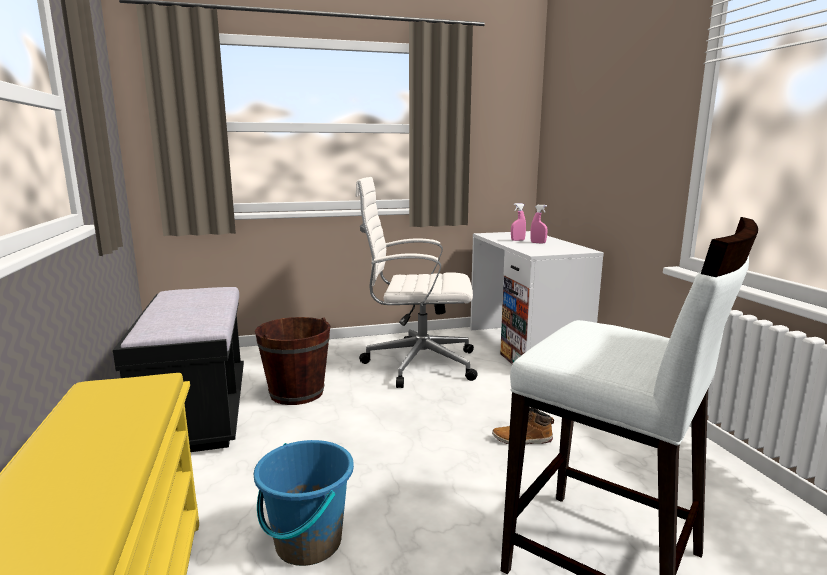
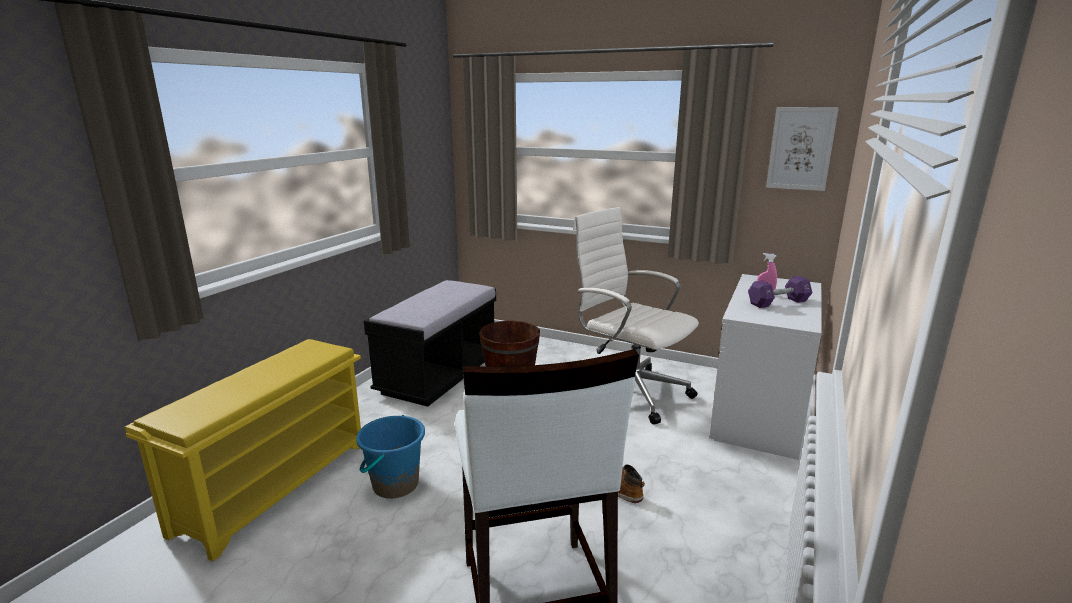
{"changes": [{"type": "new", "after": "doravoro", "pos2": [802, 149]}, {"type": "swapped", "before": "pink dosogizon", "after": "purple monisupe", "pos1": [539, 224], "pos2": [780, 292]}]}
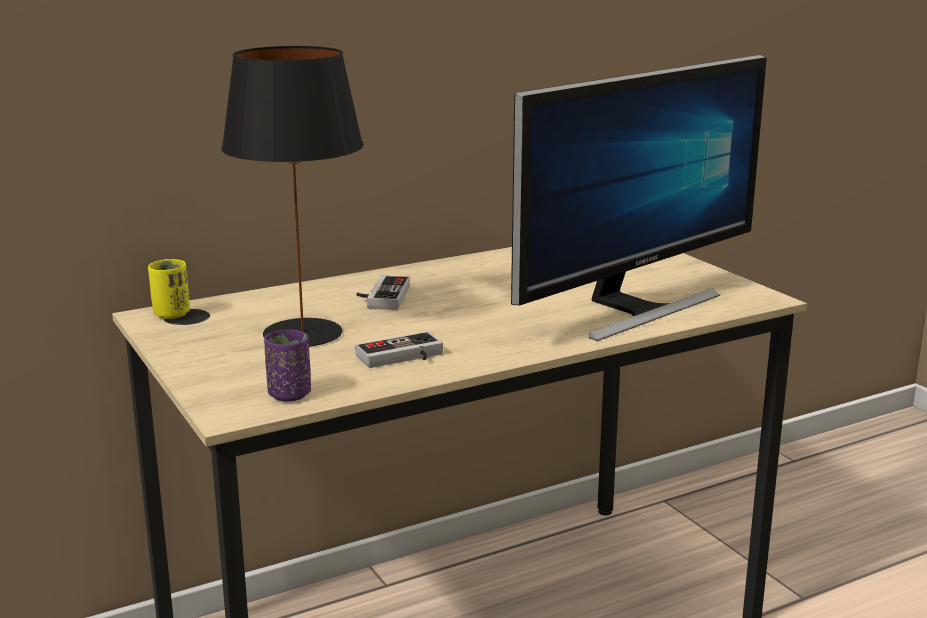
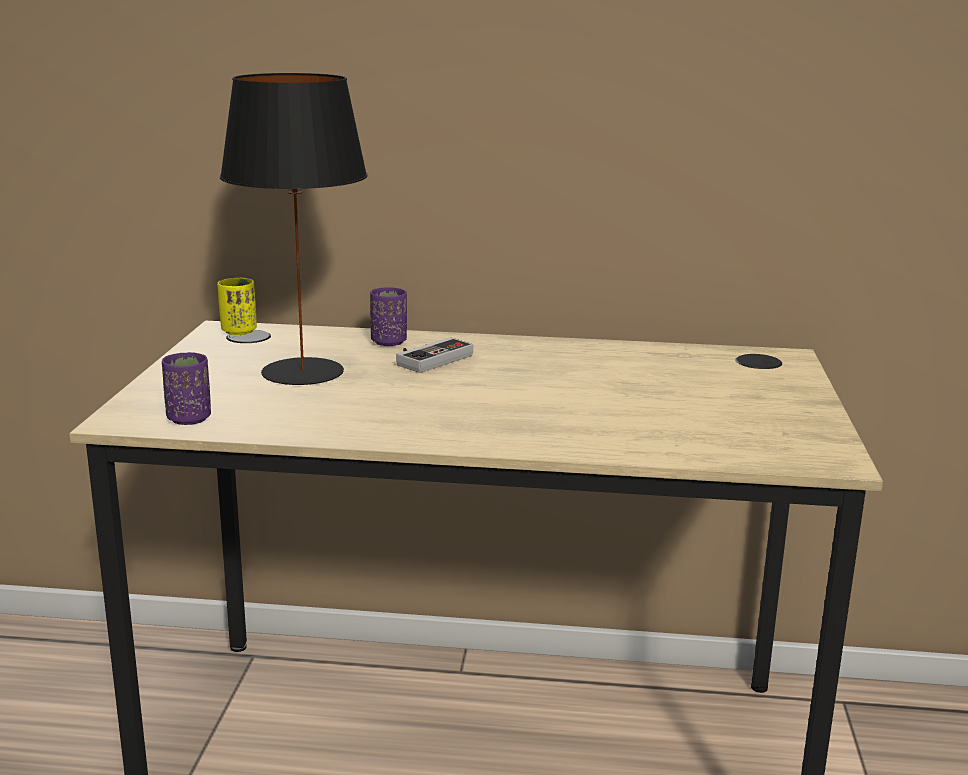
{"changes": [{"type": "gone", "before": "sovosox", "pos1": [399, 349]}, {"type": "gone", "before": "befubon", "pos1": [639, 198]}, {"type": "new", "after": "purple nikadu", "pos2": [388, 316]}]}
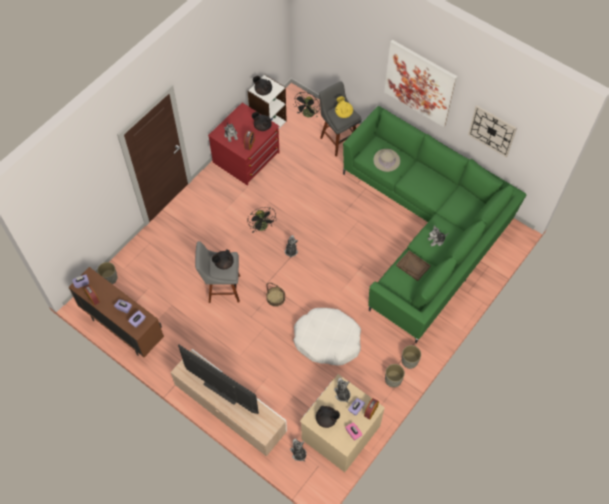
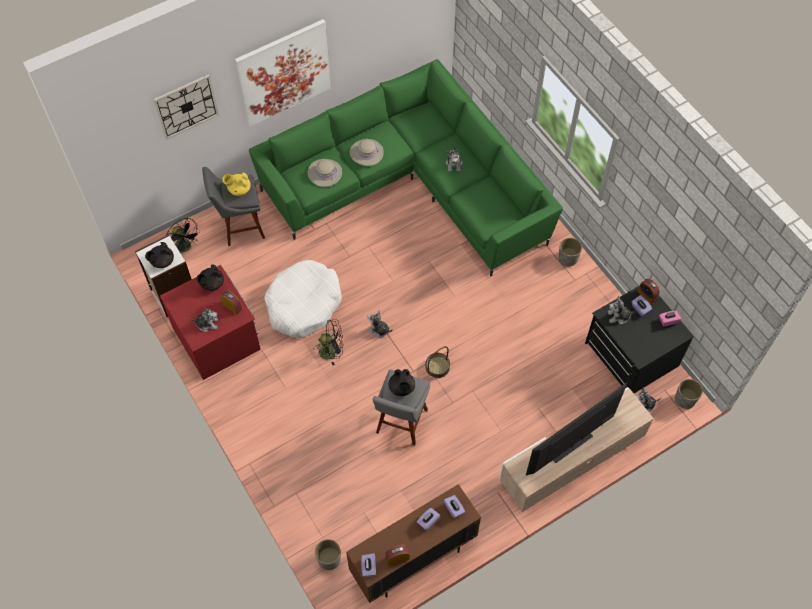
{"changes": [{"type": "gone", "before": "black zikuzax", "pos1": [328, 417]}, {"type": "gone", "before": "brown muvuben", "pos1": [413, 266]}, {"type": "new", "after": "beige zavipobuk", "pos2": [367, 152]}, {"type": "shifted", "before": "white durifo", "pos1": [327, 337], "pos2": [303, 299]}, {"type": "shifted", "before": "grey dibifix", "pos1": [395, 375], "pos2": [689, 394]}, {"type": "shifted", "before": "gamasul", "pos1": [492, 131], "pos2": [186, 107]}, {"type": "repainted", "before": "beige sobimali", "after": "black sobimali", "pos1": [342, 423], "pos2": [639, 339]}]}
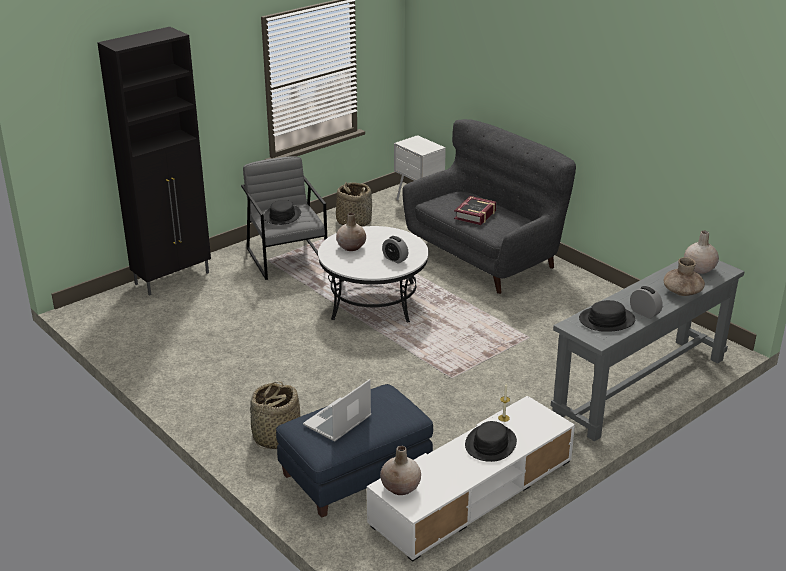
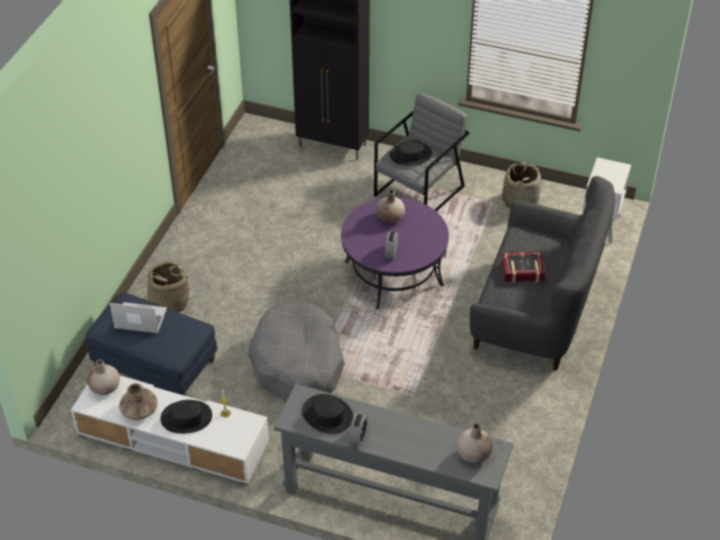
{"changes": [{"type": "new", "after": "grey durifo", "pos2": [297, 351]}, {"type": "shifted", "before": "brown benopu", "pos1": [684, 276], "pos2": [138, 401]}, {"type": "repainted", "before": "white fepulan", "after": "purple fepulan", "pos1": [373, 274], "pos2": [395, 253]}]}
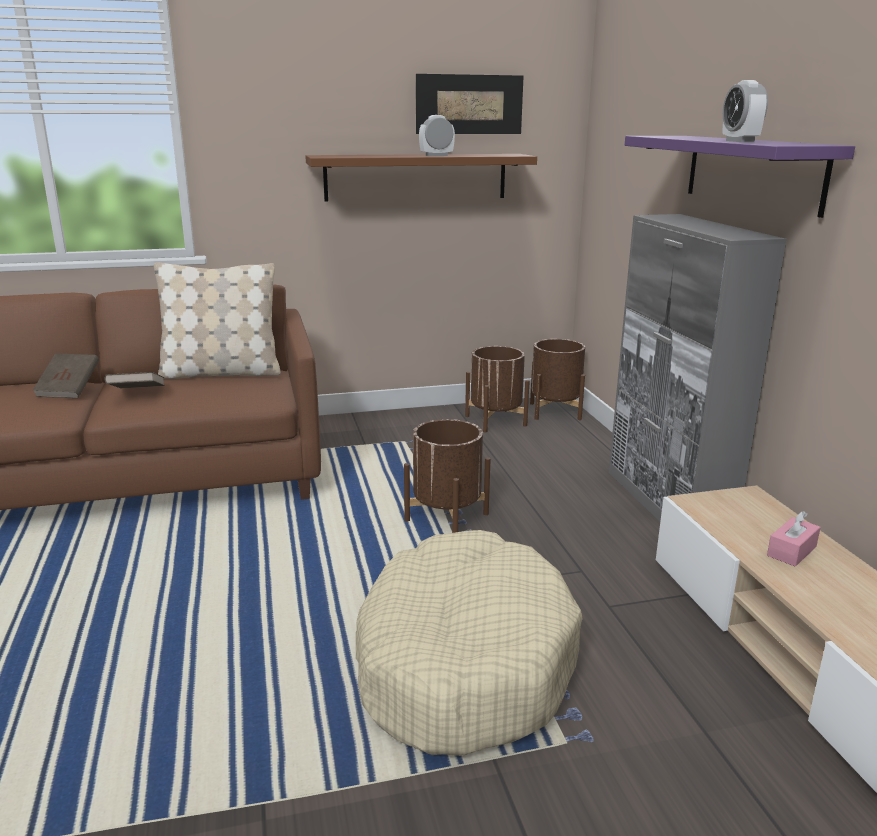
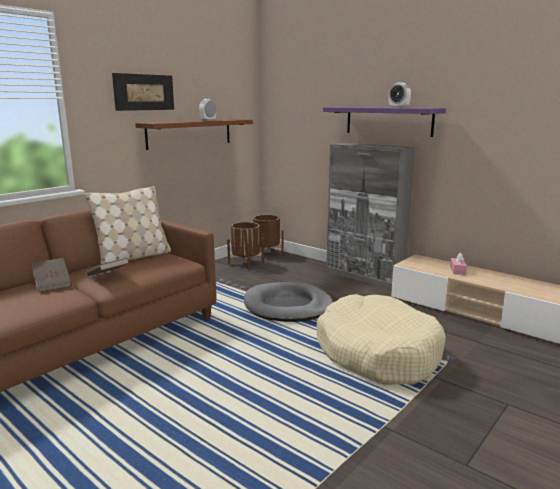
{"changes": [{"type": "shifted", "before": "doravoro", "pos1": [470, 104], "pos2": [143, 92]}, {"type": "swapped", "before": "brown dibifix", "after": "grey durifo", "pos1": [447, 476], "pos2": [288, 302]}]}
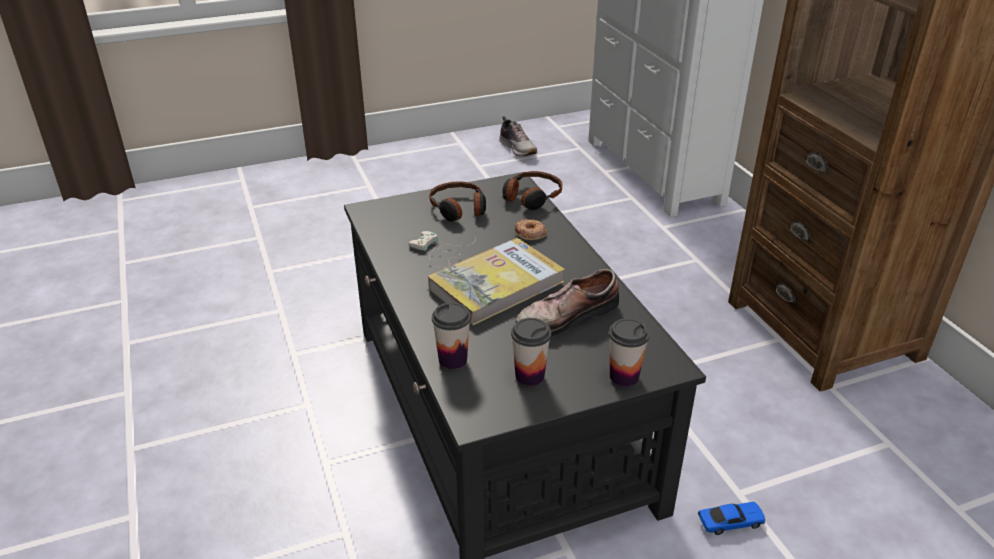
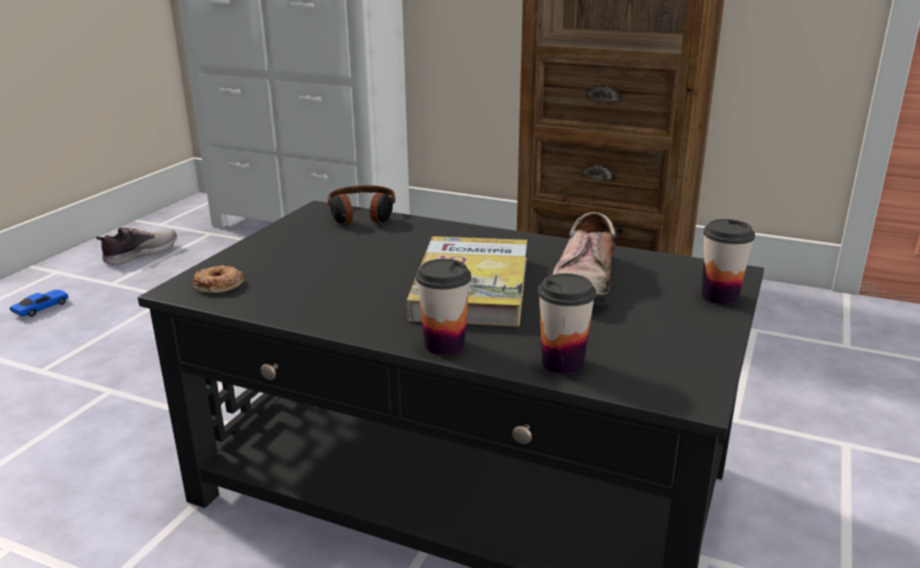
{"changes": [{"type": "gone", "before": "white sovosox", "pos1": [442, 249]}, {"type": "gone", "before": "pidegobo", "pos1": [457, 201]}, {"type": "shifted", "before": "nikadu", "pos1": [531, 352], "pos2": [443, 307]}, {"type": "shifted", "before": "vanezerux", "pos1": [531, 229], "pos2": [218, 279]}, {"type": "shifted", "before": "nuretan", "pos1": [732, 518], "pos2": [39, 303]}, {"type": "rotated", "before": "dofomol", "pos1": [518, 136], "pos2": [136, 246], "turn": -60}]}
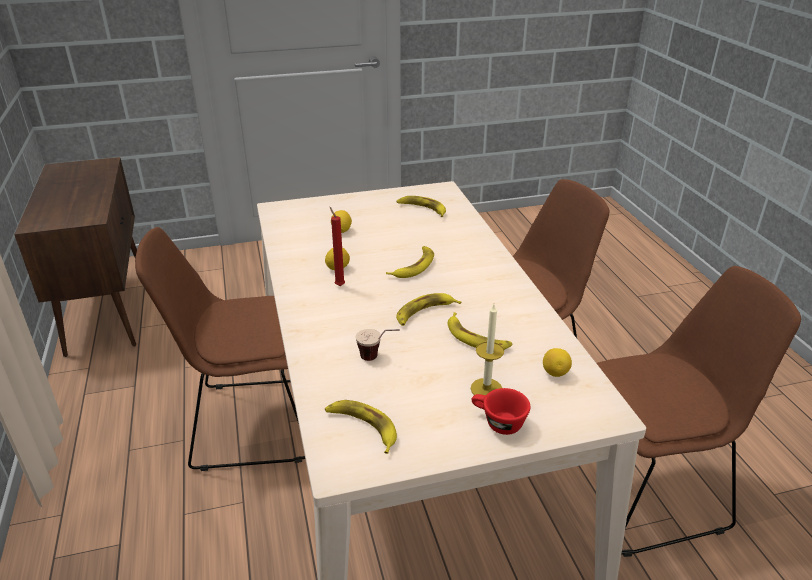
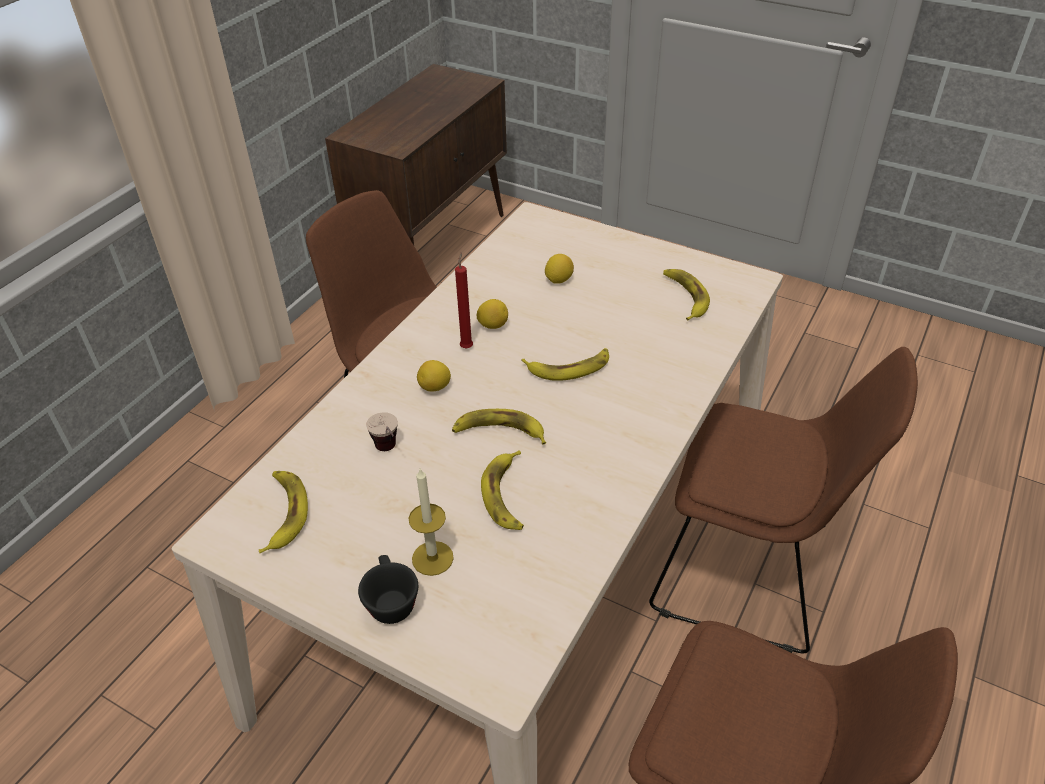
{"changes": [{"type": "shifted", "before": "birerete", "pos1": [557, 362], "pos2": [434, 376]}, {"type": "repainted", "before": "red nikadu", "after": "black nikadu", "pos1": [500, 411], "pos2": [388, 589]}]}
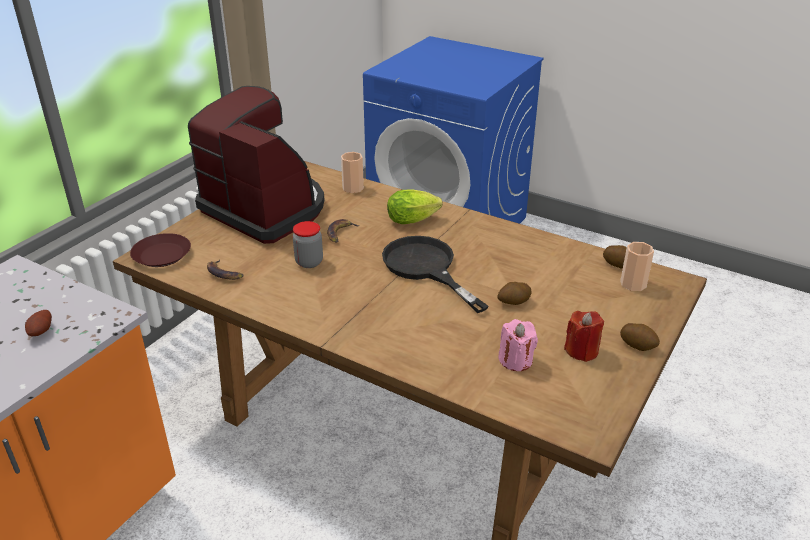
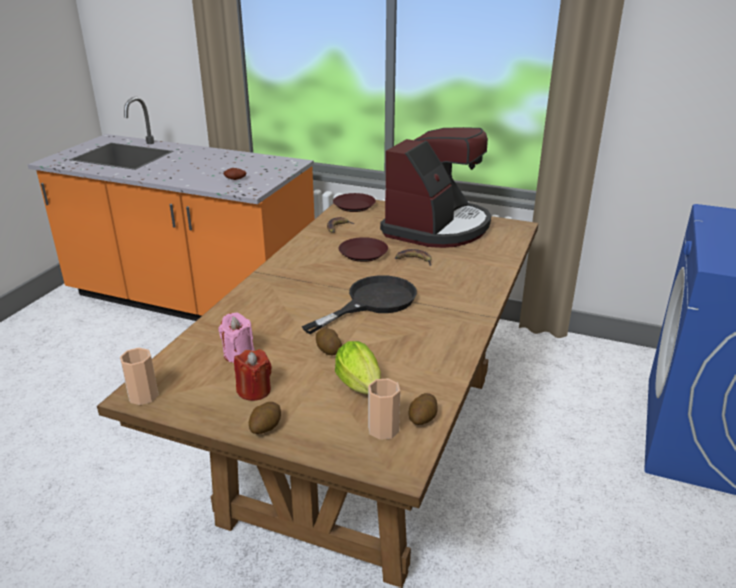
{"changes": [{"type": "shifted", "before": "nikadu", "pos1": [352, 172], "pos2": [139, 376]}, {"type": "shifted", "before": "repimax", "pos1": [414, 206], "pos2": [358, 368]}, {"type": "swapped", "before": "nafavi", "after": "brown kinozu", "pos1": [308, 244], "pos2": [363, 249]}]}
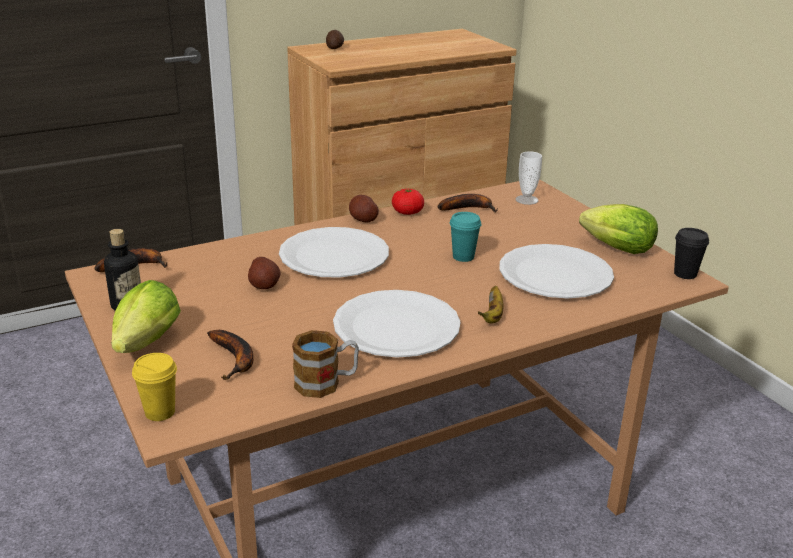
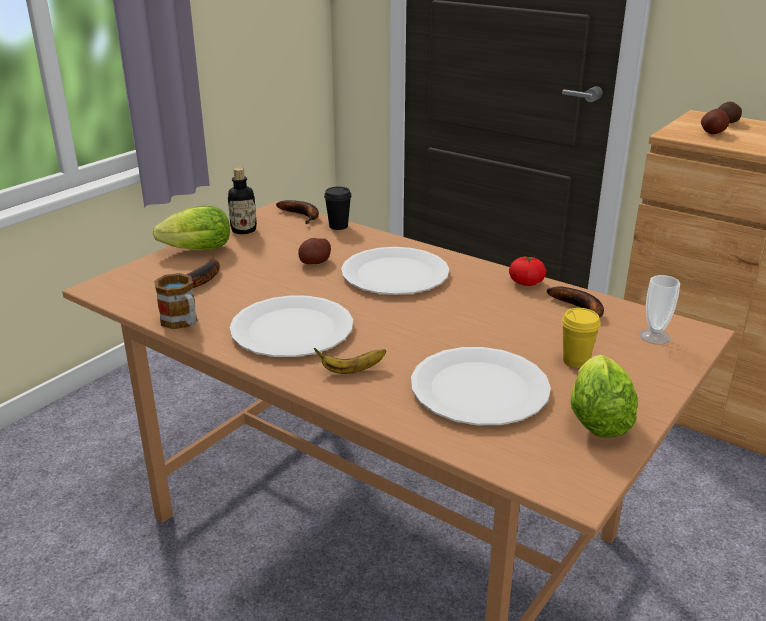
{"changes": [{"type": "gone", "before": "turquoise nikadu", "pos1": [465, 237]}, {"type": "shifted", "before": "yellow nikadu", "pos1": [154, 387], "pos2": [581, 338]}, {"type": "shifted", "before": "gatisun", "pos1": [364, 208], "pos2": [715, 121]}, {"type": "shifted", "before": "black nikadu", "pos1": [691, 253], "pos2": [338, 208]}]}
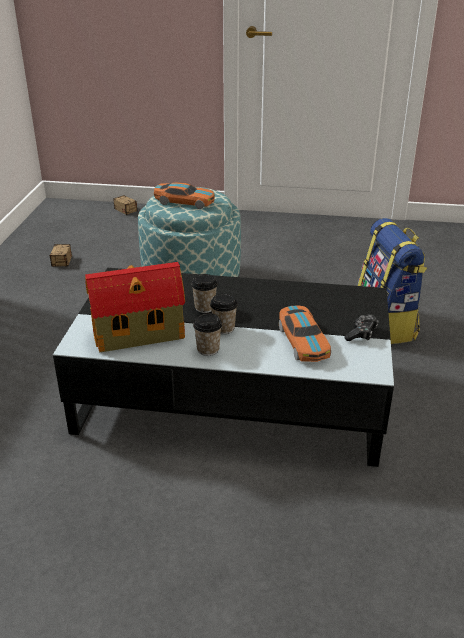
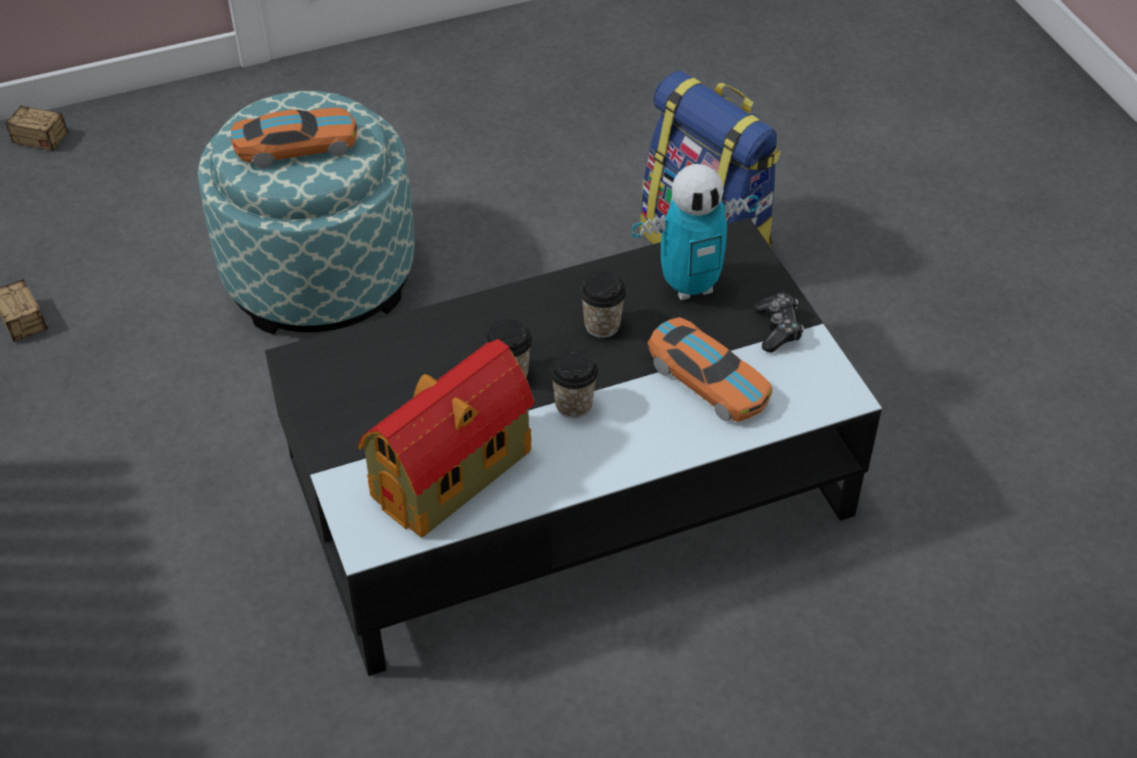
{"changes": [{"type": "new", "after": "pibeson", "pos2": [695, 232]}, {"type": "shifted", "before": "nikadu", "pos1": [207, 334], "pos2": [603, 304]}]}
